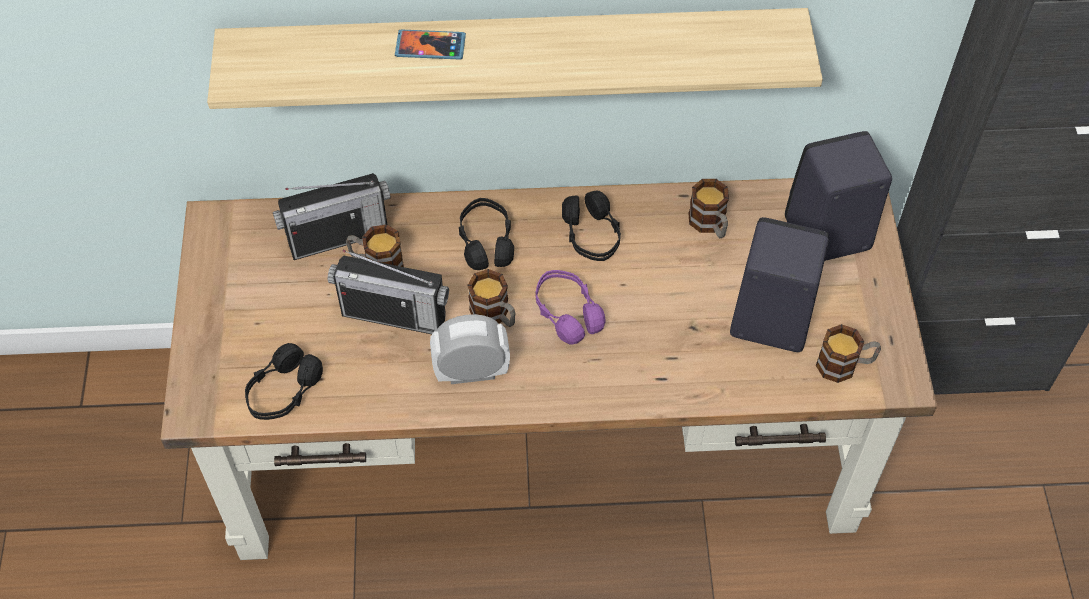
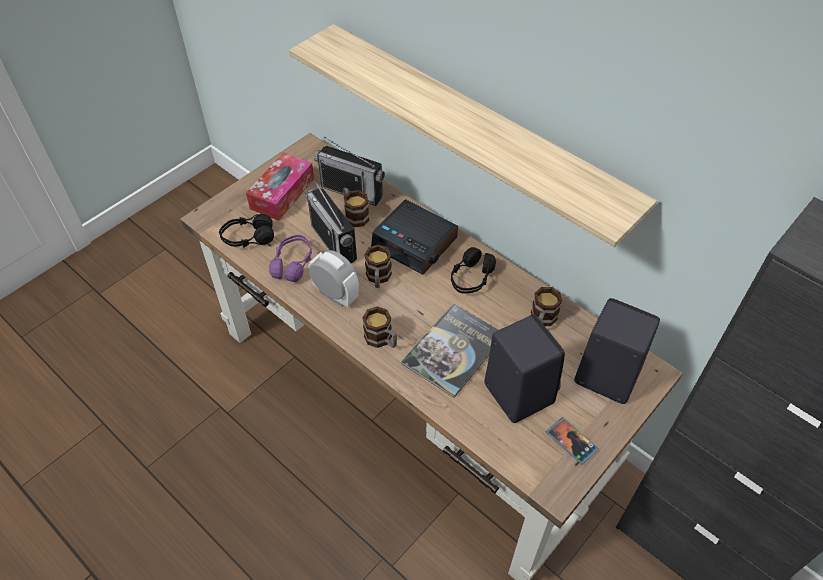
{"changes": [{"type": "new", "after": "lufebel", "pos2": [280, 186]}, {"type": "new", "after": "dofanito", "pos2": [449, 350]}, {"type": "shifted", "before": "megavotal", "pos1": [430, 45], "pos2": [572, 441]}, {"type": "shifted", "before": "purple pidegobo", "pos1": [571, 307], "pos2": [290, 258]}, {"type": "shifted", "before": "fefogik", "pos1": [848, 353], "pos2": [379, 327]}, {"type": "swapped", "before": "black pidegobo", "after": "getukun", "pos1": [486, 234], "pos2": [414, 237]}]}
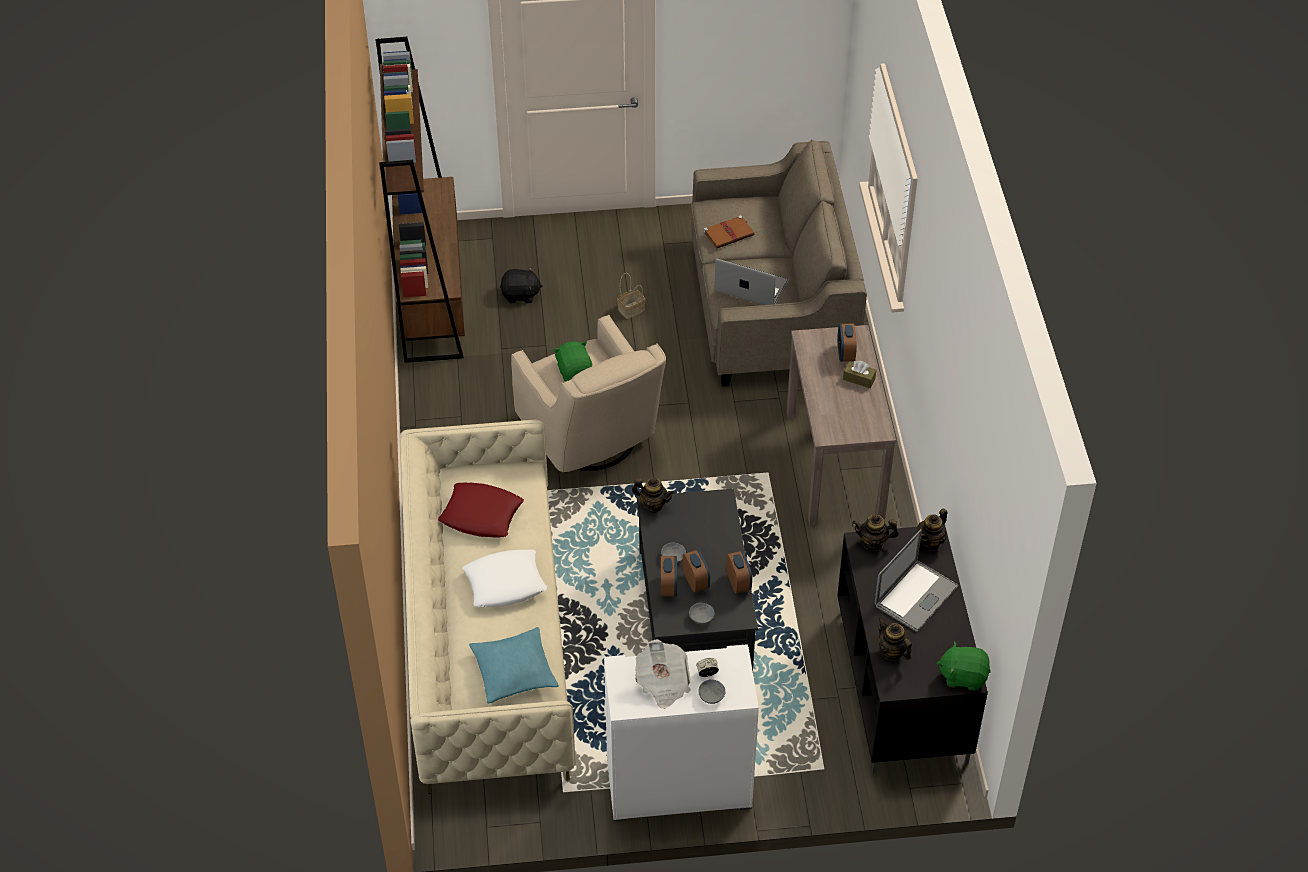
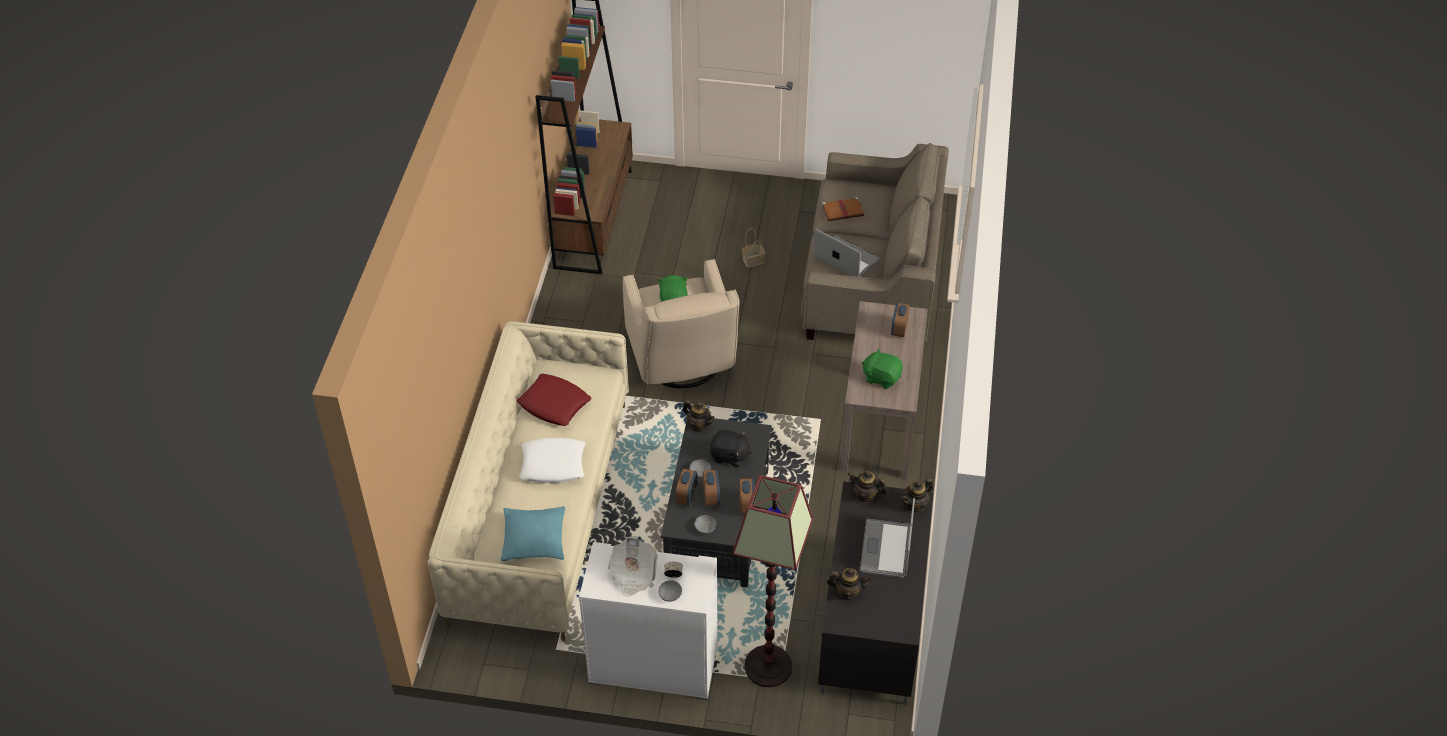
{"changes": [{"type": "gone", "before": "brown lufebel", "pos1": [859, 374]}, {"type": "new", "after": "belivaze", "pos2": [772, 581]}, {"type": "shifted", "before": "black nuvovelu", "pos1": [521, 285], "pos2": [731, 448]}, {"type": "shifted", "before": "green nuvovelu", "pos1": [964, 666], "pos2": [882, 369]}, {"type": "rotated", "before": "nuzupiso", "pos1": [916, 580], "pos2": [887, 538], "turn": 135}, {"type": "rotated", "before": "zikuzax", "pos1": [895, 639], "pos2": [849, 584], "turn": 120}]}
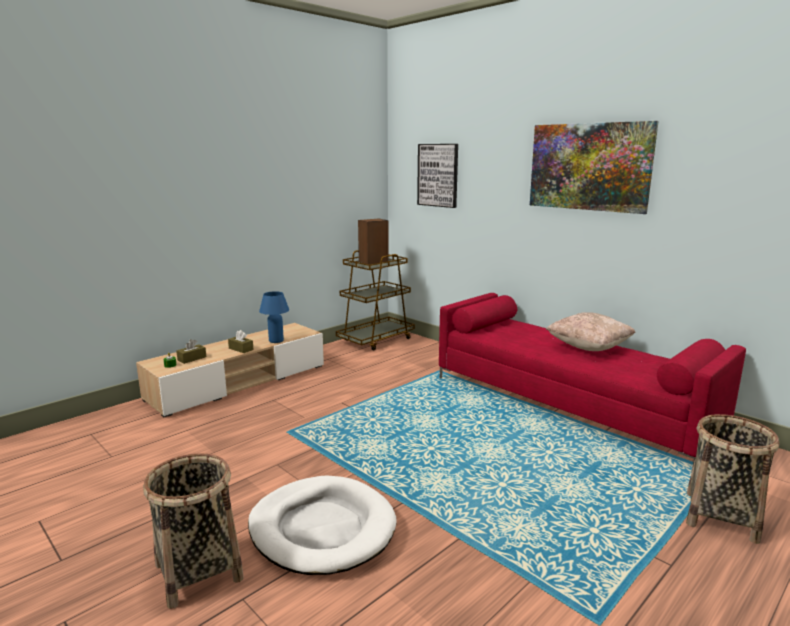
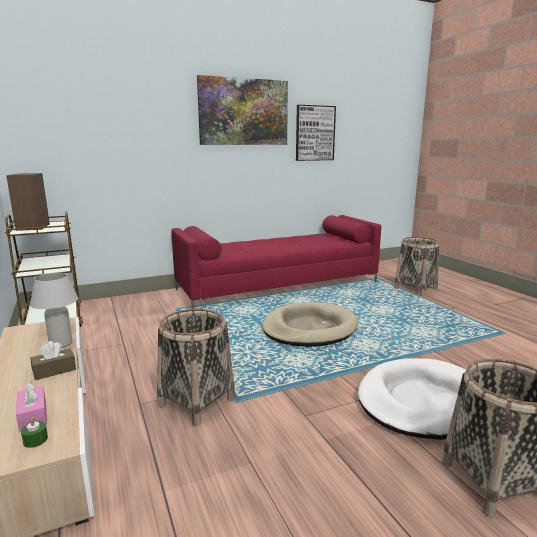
{"changes": [{"type": "gone", "before": "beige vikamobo", "pos1": [590, 331]}, {"type": "new", "after": "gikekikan", "pos2": [196, 367]}, {"type": "new", "after": "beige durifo", "pos2": [310, 324]}, {"type": "shifted", "before": "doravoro", "pos1": [437, 176], "pos2": [316, 133]}, {"type": "repainted", "before": "brown lufebel", "after": "pink lufebel", "pos1": [191, 351], "pos2": [31, 406]}, {"type": "repainted", "before": "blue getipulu", "after": "white getipulu", "pos1": [274, 317], "pos2": [54, 310]}]}
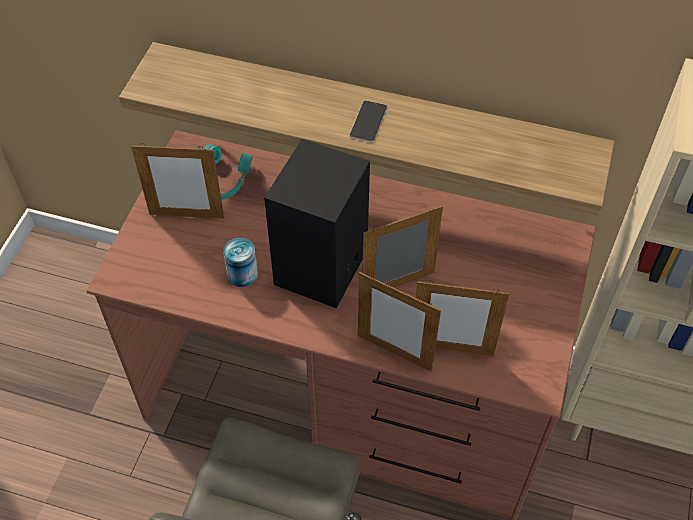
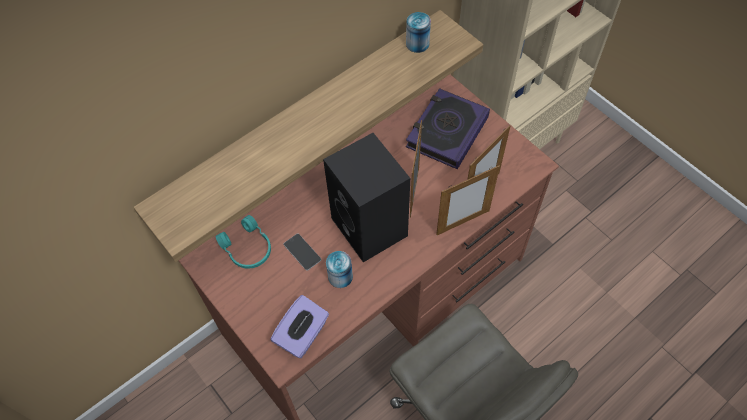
{"changes": [{"type": "gone", "before": "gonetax", "pos1": [178, 181]}, {"type": "new", "after": "purple lufebel", "pos2": [299, 326]}, {"type": "new", "after": "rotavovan", "pos2": [418, 32]}, {"type": "new", "after": "dofanito", "pos2": [448, 128]}, {"type": "shifted", "before": "megavotal", "pos1": [368, 121], "pos2": [302, 252]}]}
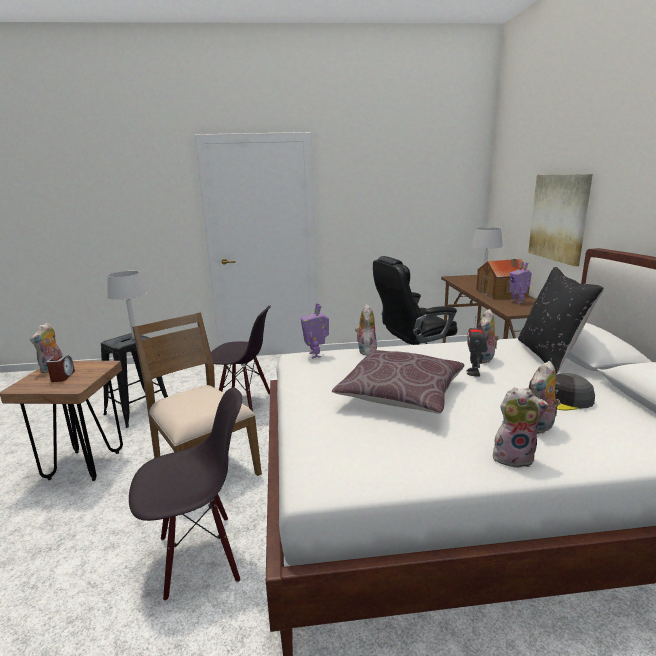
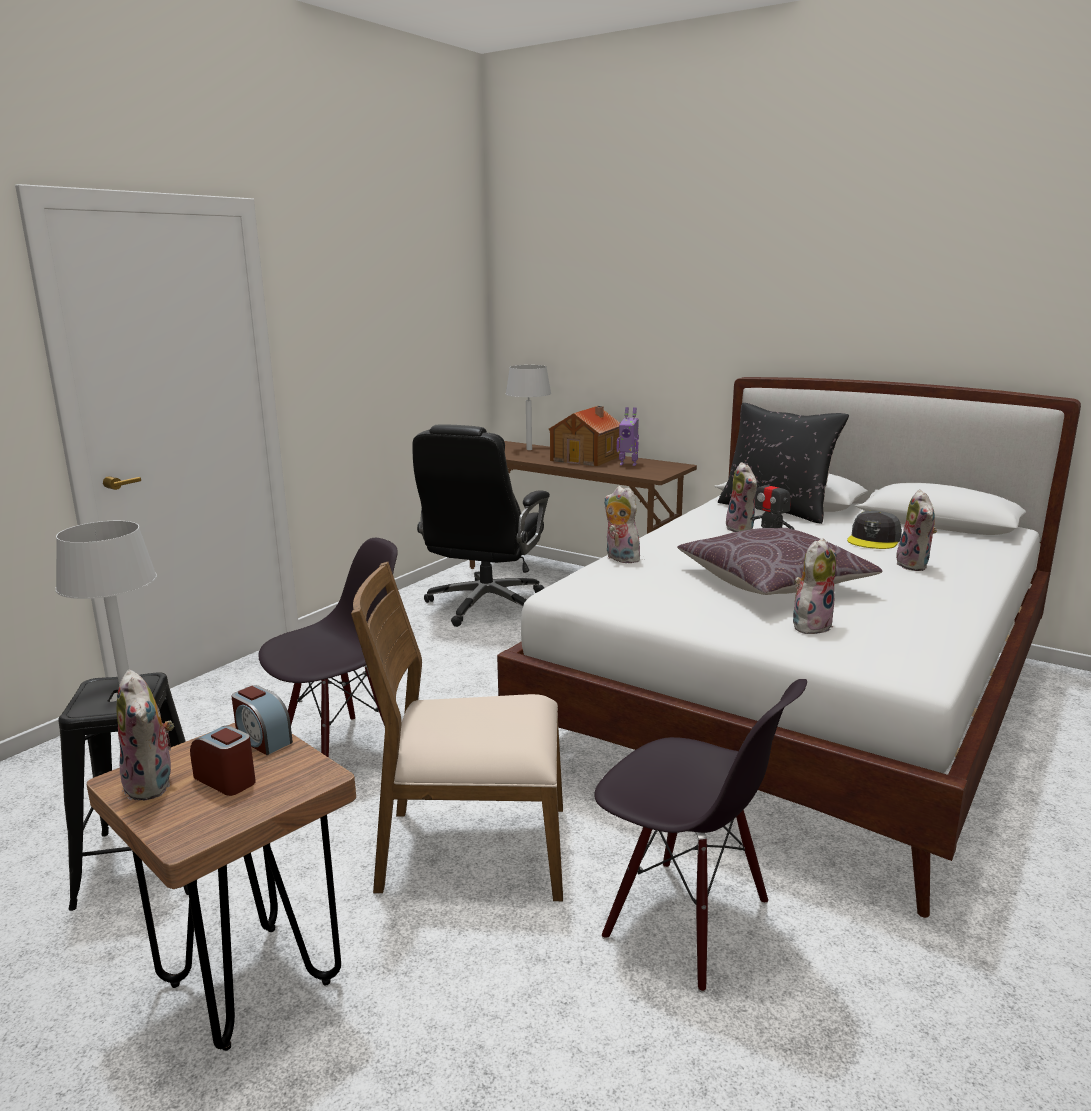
{"changes": [{"type": "gone", "before": "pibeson", "pos1": [315, 330]}, {"type": "gone", "before": "doravoro", "pos1": [560, 220]}, {"type": "new", "after": "getukun", "pos2": [262, 720]}, {"type": "shifted", "before": "nuvovelu", "pos1": [521, 427], "pos2": [815, 586]}, {"type": "rotated", "before": "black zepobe", "pos1": [185, 494], "pos2": [700, 836], "turn": 105}]}
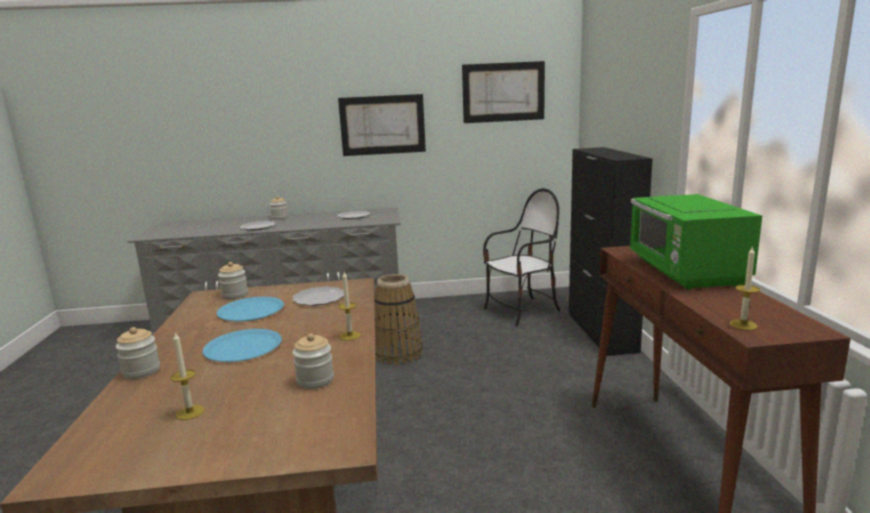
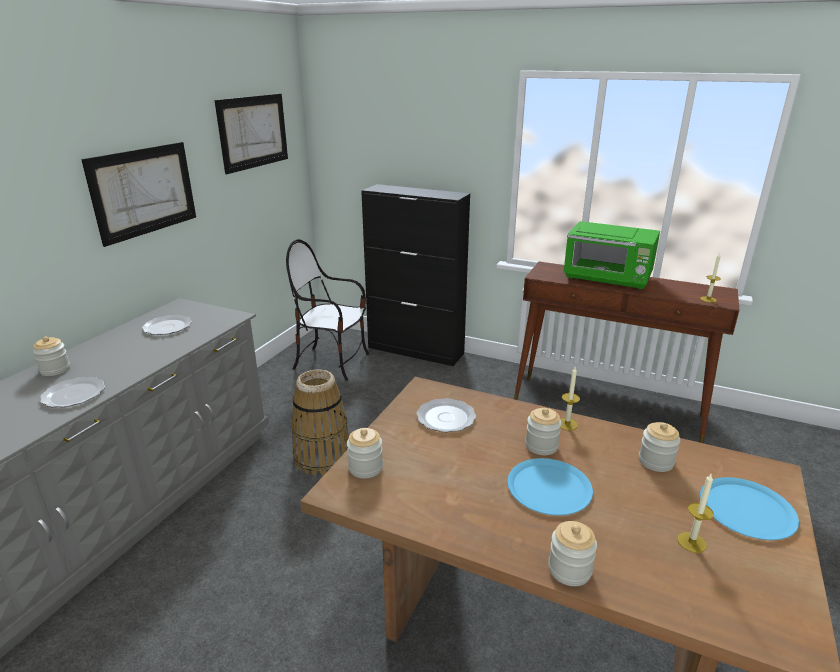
{"changes": [{"type": "new", "after": "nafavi", "pos2": [543, 431]}, {"type": "shifted", "before": "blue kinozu", "pos1": [250, 309], "pos2": [749, 508]}, {"type": "rotated", "before": "zepobe", "pos1": [522, 257], "pos2": [327, 310], "turn": -75}]}
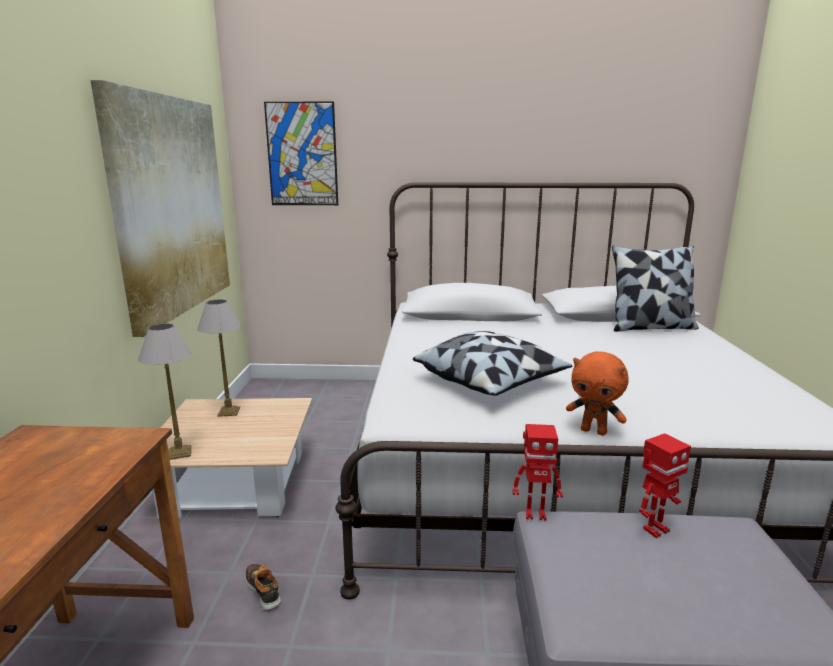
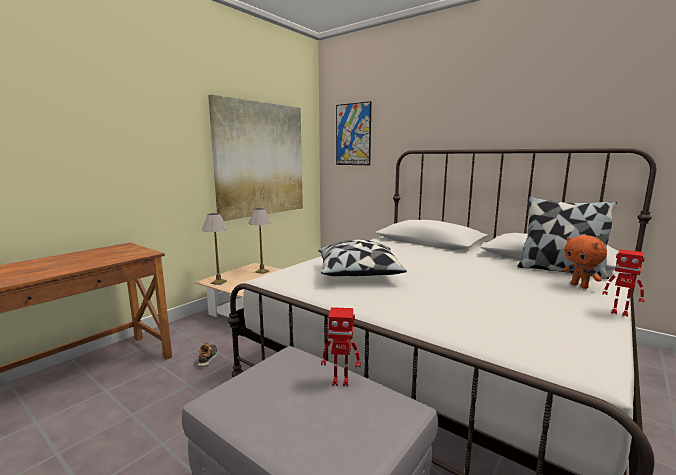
{"changes": [{"type": "shifted", "before": "pibeson", "pos1": [537, 472], "pos2": [623, 283]}, {"type": "shifted", "before": "orange nuvovelu", "pos1": [597, 393], "pos2": [585, 262]}]}
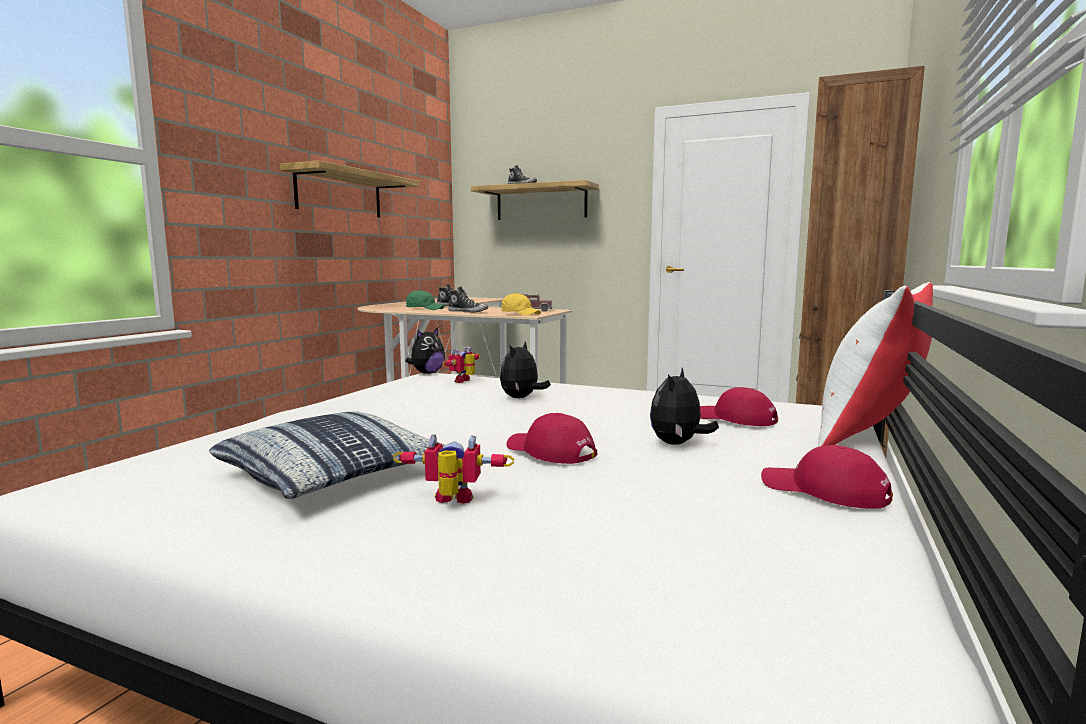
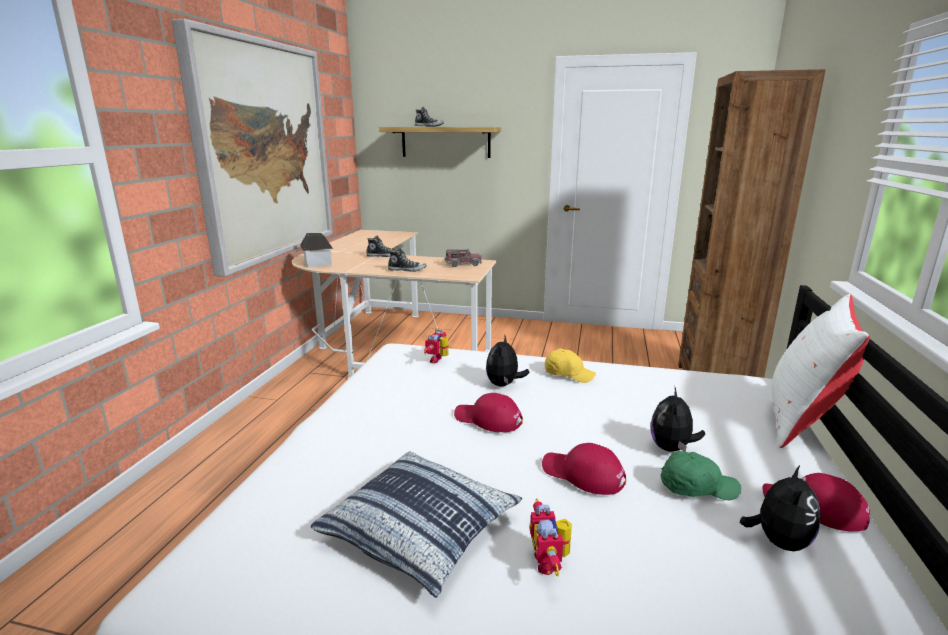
{"changes": [{"type": "new", "after": "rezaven", "pos2": [316, 250]}, {"type": "shifted", "before": "nuvovelu", "pos1": [425, 351], "pos2": [780, 508]}, {"type": "shifted", "before": "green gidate", "pos1": [425, 300], "pos2": [701, 475]}, {"type": "shifted", "before": "yellow gidate", "pos1": [521, 304], "pos2": [570, 366]}, {"type": "shifted", "before": "red gidate", "pos1": [739, 406], "pos2": [488, 412]}, {"type": "swapped", "before": "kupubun", "after": "doravoro", "pos1": [350, 188], "pos2": [252, 148]}, {"type": "rotated", "before": "pibeson", "pos1": [453, 469], "pos2": [551, 538], "turn": -90}]}
